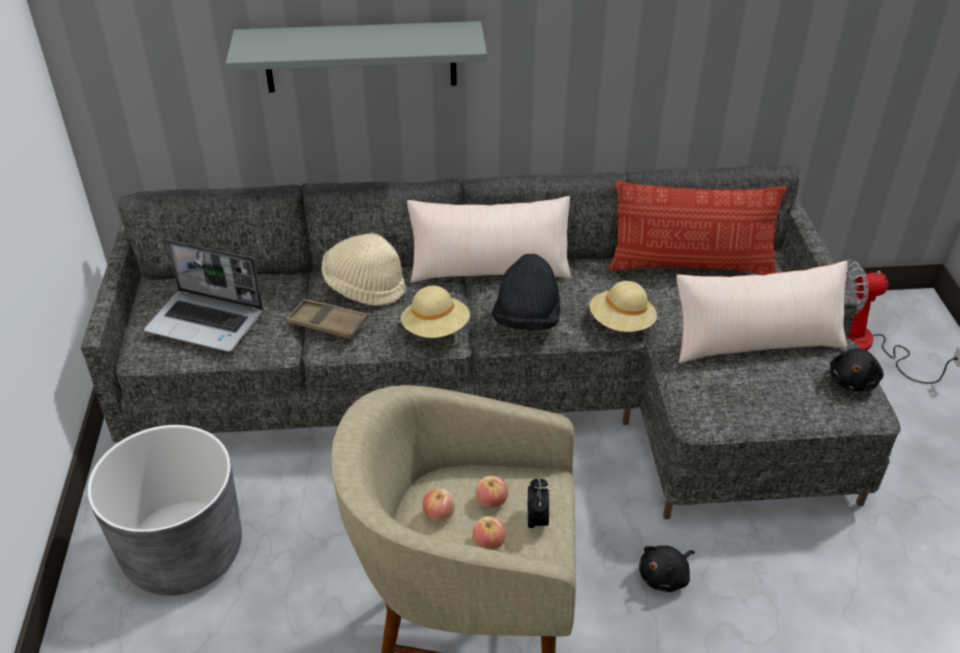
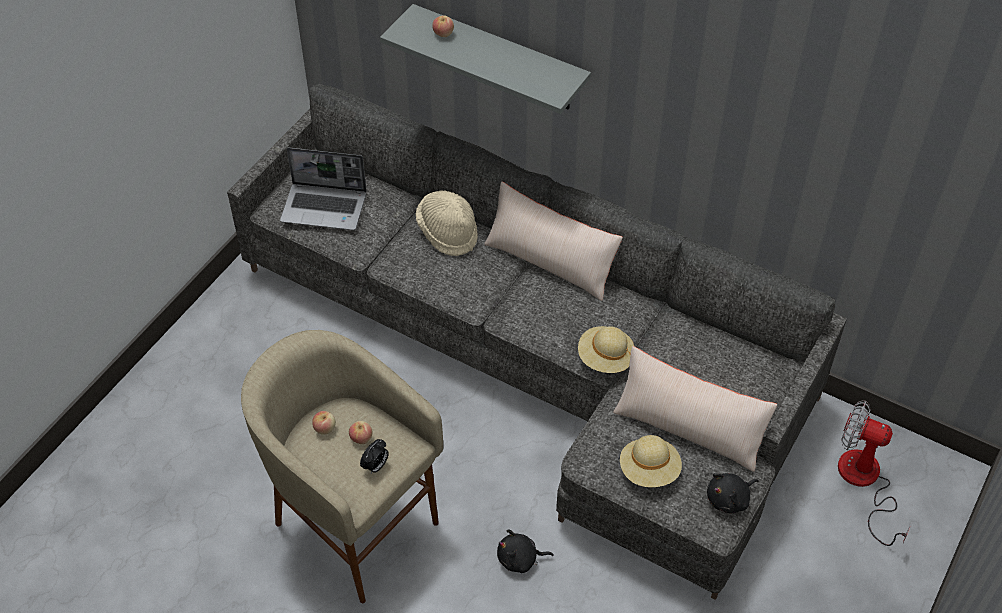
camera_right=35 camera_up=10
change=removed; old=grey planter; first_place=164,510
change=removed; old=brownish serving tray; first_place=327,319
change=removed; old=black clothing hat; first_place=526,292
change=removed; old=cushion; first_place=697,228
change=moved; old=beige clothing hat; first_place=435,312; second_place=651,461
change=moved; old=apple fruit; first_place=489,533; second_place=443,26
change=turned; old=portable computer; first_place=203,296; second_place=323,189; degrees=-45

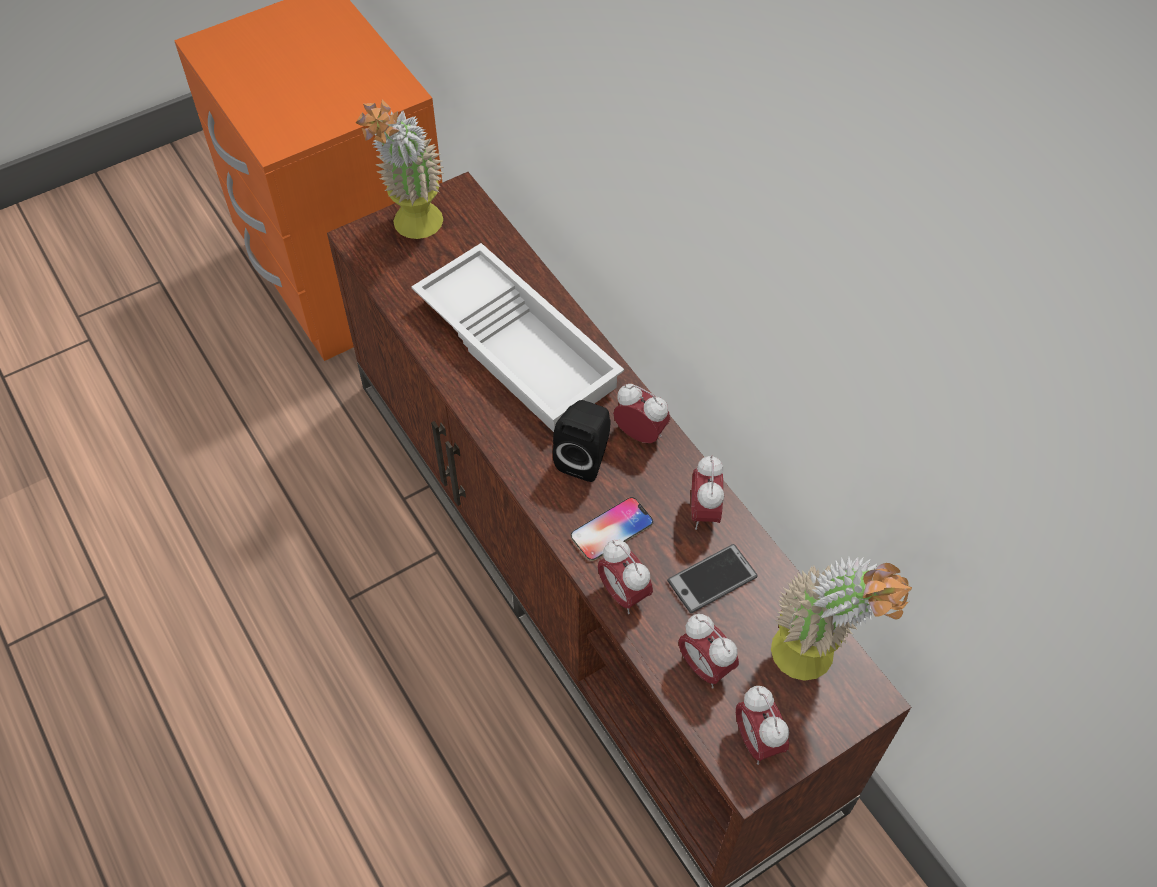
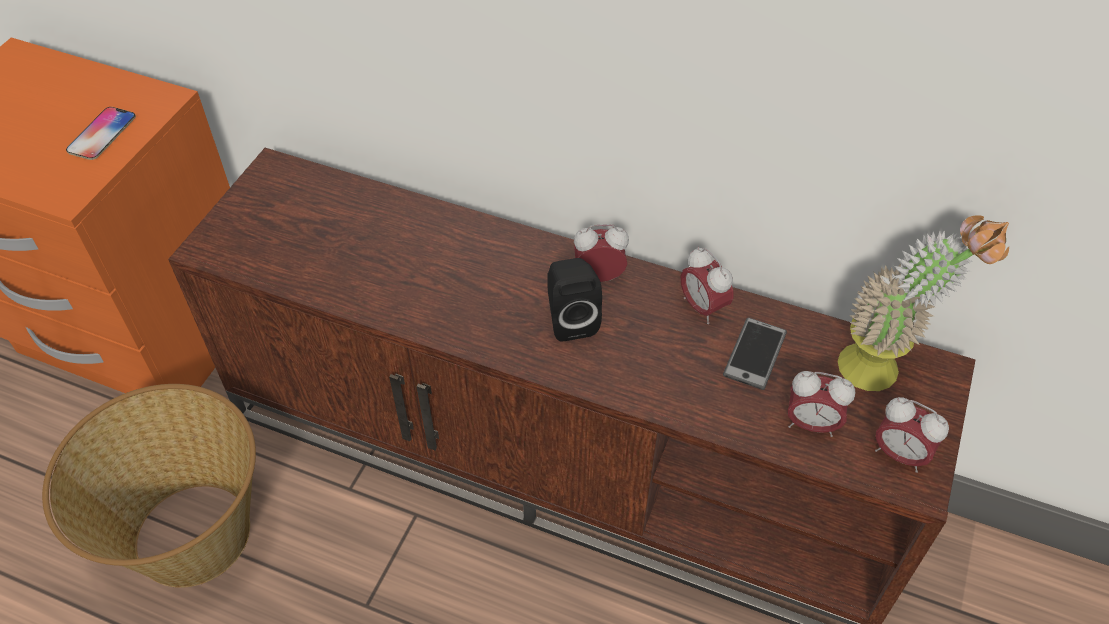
camera_right=-35 camera_up=-5
change=removed; old=potted plant; first_place=400,169
change=removed; old=whitish serving tray; first_place=517,337
change=removed; old=bedside clock; first_place=625,576
change=added; new=storage basket; second_place=149,486
change=moved; old=phone; first_place=612,529; second_place=101,133

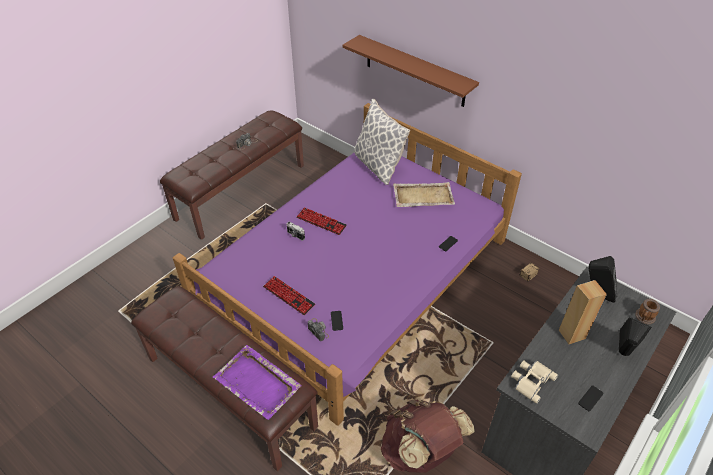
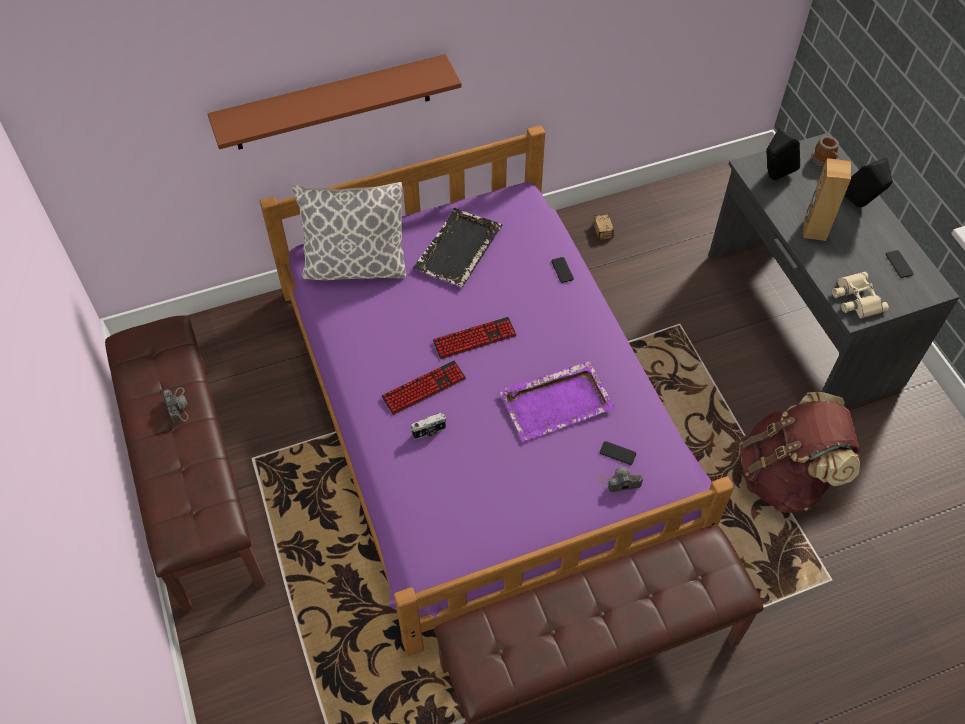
camera_right=-60 camera_up=10
change=moved; old=purplish serving tray; first_place=257,382; second_place=557,401
change=moved; old=computer keyboard; first_place=289,295; second_place=474,338
change=recoloured; old=beige serving tray; new=black serving tray; first_place=424,194; second_place=457,247

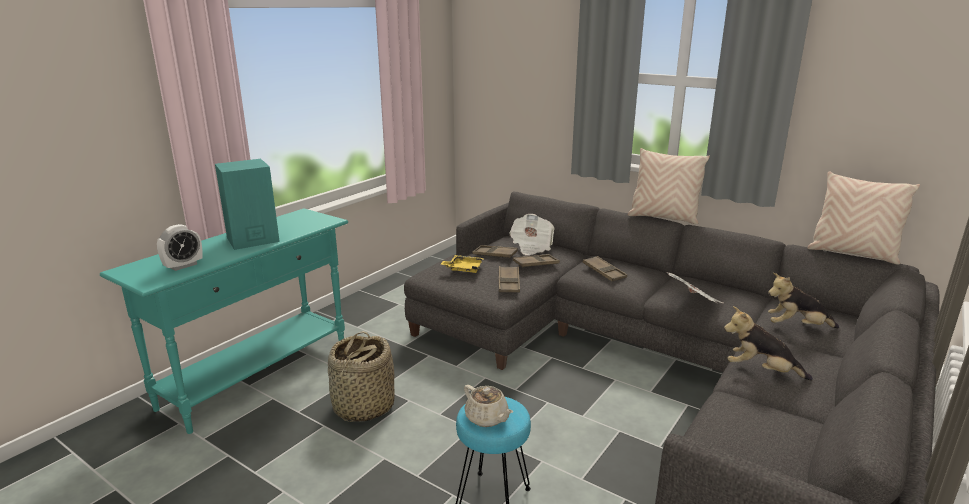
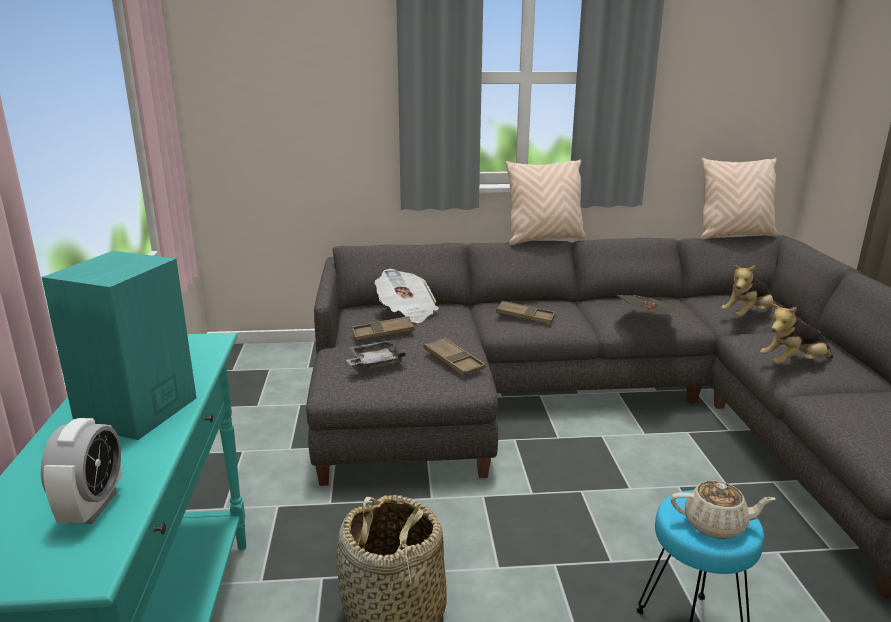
camera_right=-40 camera_up=0
change=removed; old=brownish serving tray; first_place=536,261
change=recoloured; old=yellow-coloured serving tray; new=grey serving tray; first_place=462,264; second_place=376,354

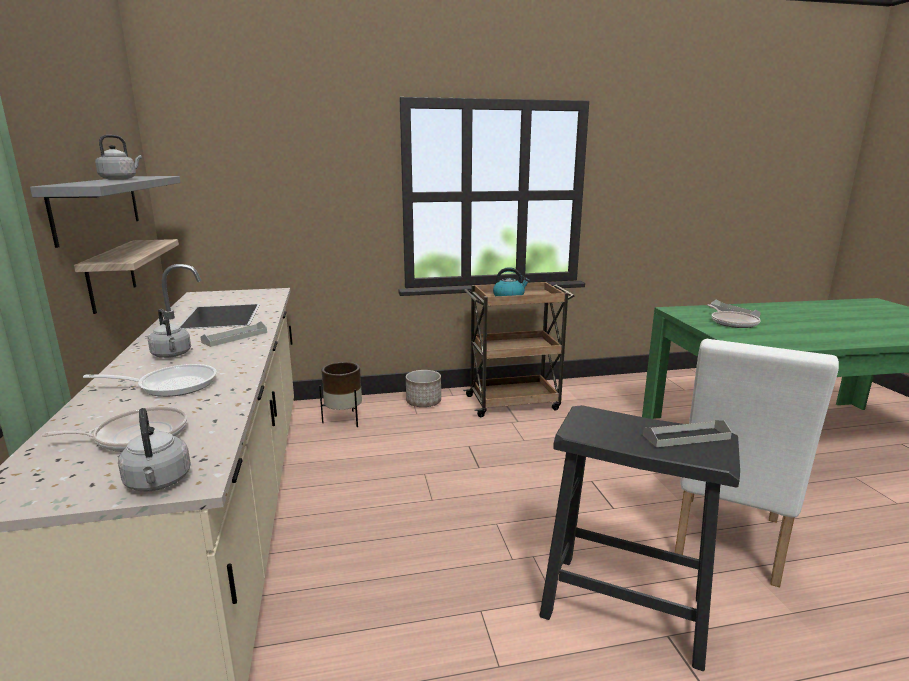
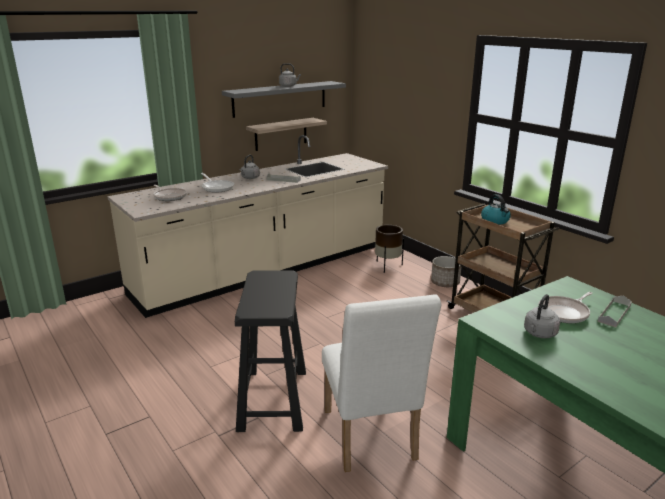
camera_right=65 camera_up=5
change=removed; old=grey serving tray; first_place=687,433
change=moved; old=grey kettle; first_place=154,450; second_place=542,316
change=turned; old=whitish chair; first_place=757,463; second_place=381,383; degrees=-105

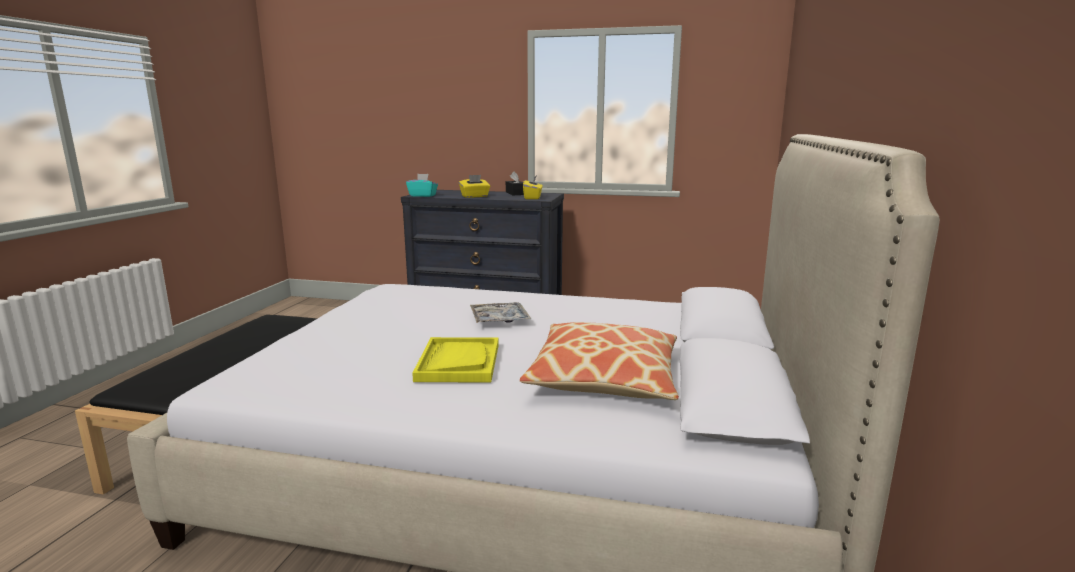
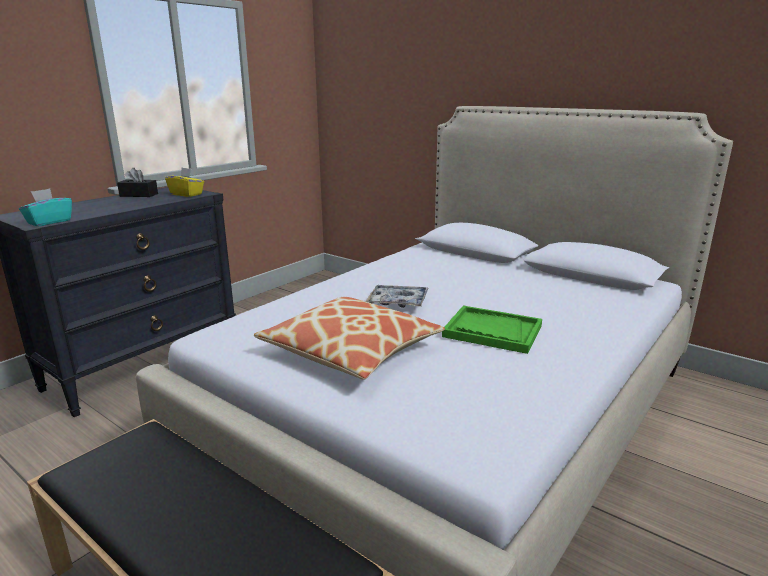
camera_right=-65 camera_up=5
change=removed; old=yellow-coloured box of tissues; first_place=474,186
change=moved; old=cushion; first_place=599,361; second_place=349,338
change=recoloured; old=yellow-coloured serving tray; new=green-coloured serving tray; first_place=455,360; second_place=492,330

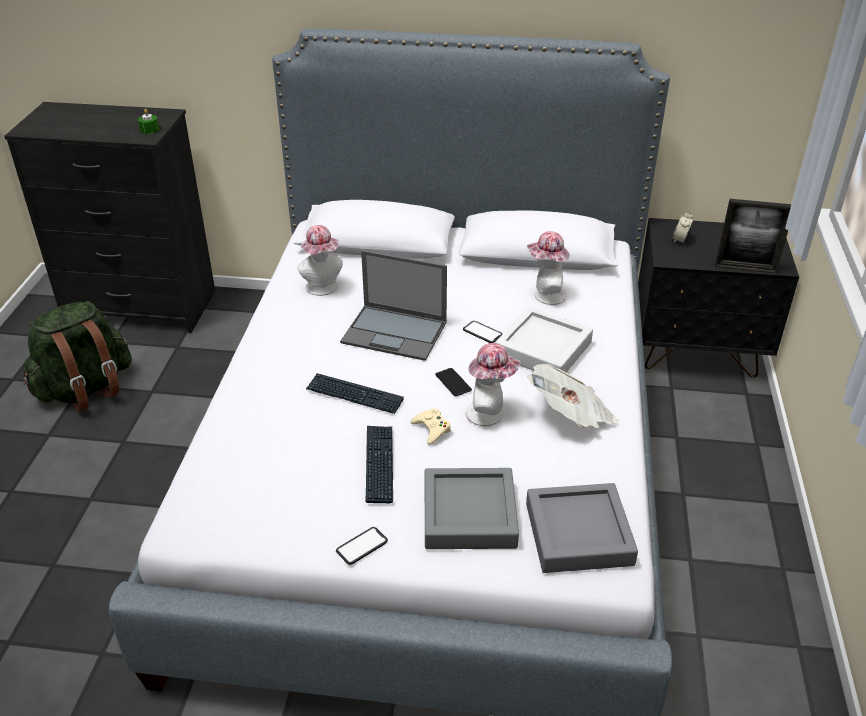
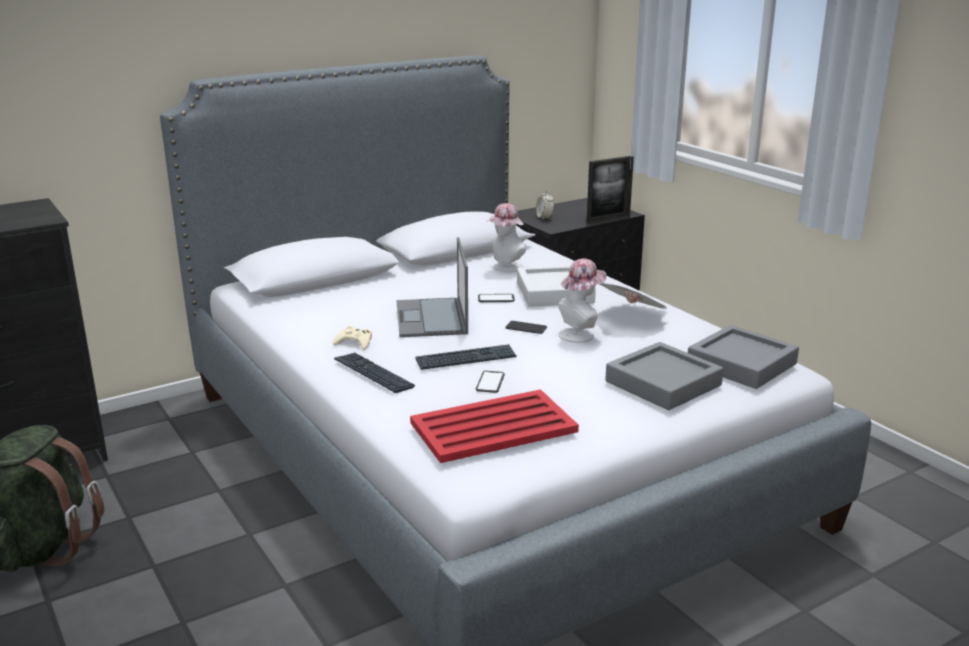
camera_right=-40 camera_up=-15
change=removed; old=green-coloured candle; first_place=148,121
change=removed; old=clothing hat; first_place=320,260
change=added; new=reddish serving tray; second_place=494,426
change=moved; old=phone; first_place=362,546; second_place=490,382
change=moved; old=computer keyboard; first_place=379,464; second_place=374,373
change=moved; old=beige game controller; first_place=430,427; second_place=352,338
change=turned; old=portable computer; first_place=393,305; second_place=432,287; degrees=105

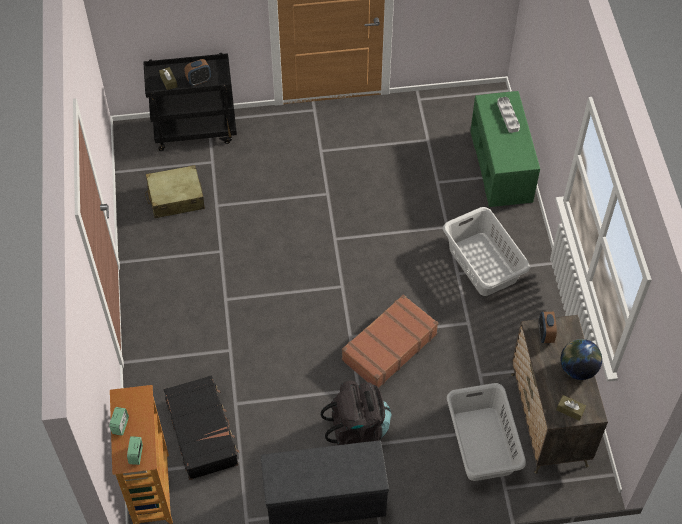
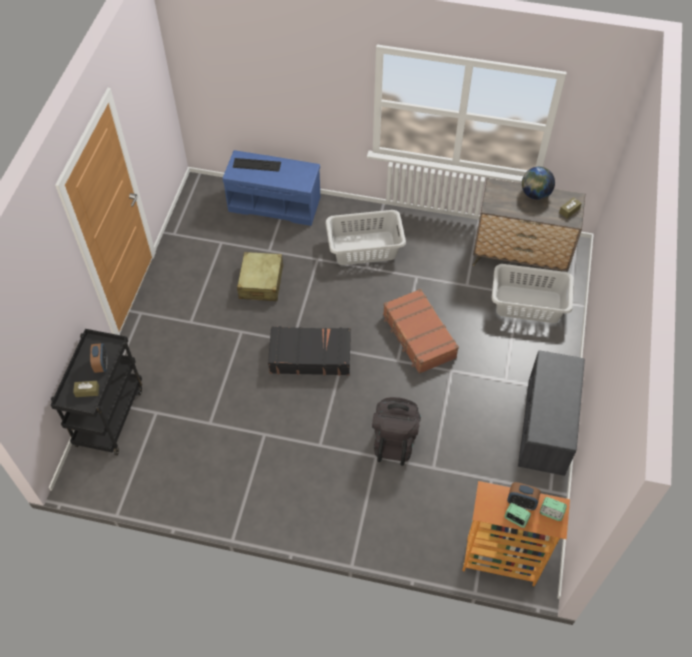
camera_right=-70 camera_up=0
change=moved; old=beige piece of luggage; first_place=175,191; second_place=260,276
change=moved; old=black piece of luggage; first_place=202,427; second_place=309,351
change=moved; old=black backpack; first_place=356,413; second_place=396,431
change=moved; old=bedside clock; first_place=548,327; second_place=524,496
change=replaced; old=grey serving tray; new=computer keyboard; first_place=508,115; second_place=257,165
change=recoloured; old=green-coloured indoor bench; new=blue indoor bench; first_place=505,149; second_place=271,188

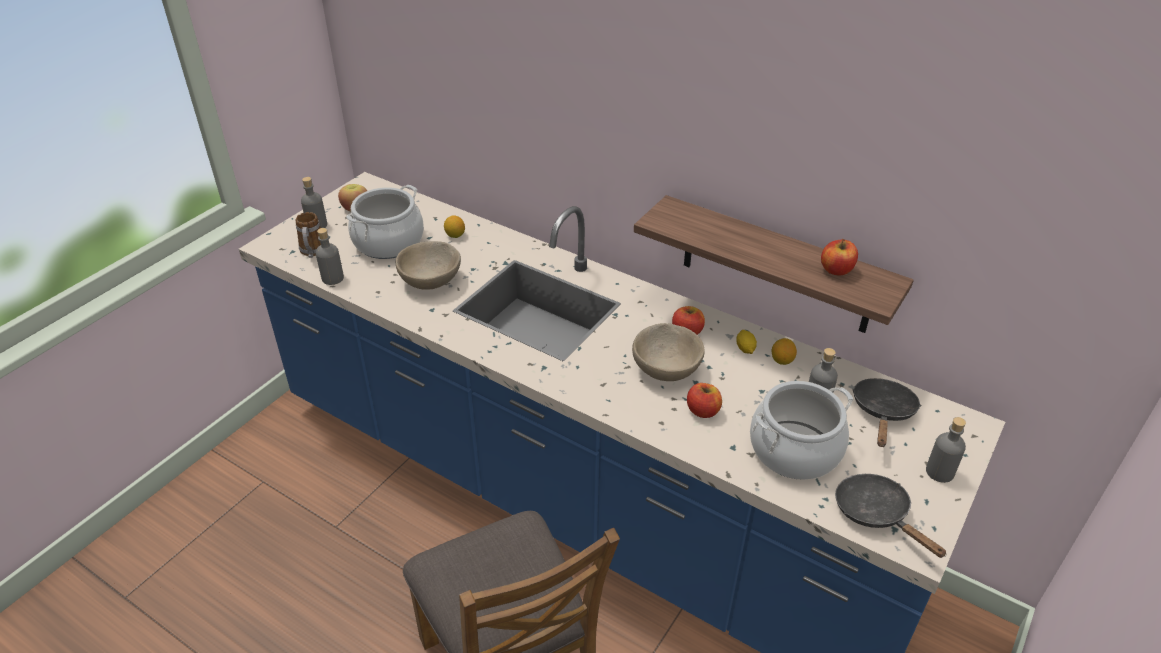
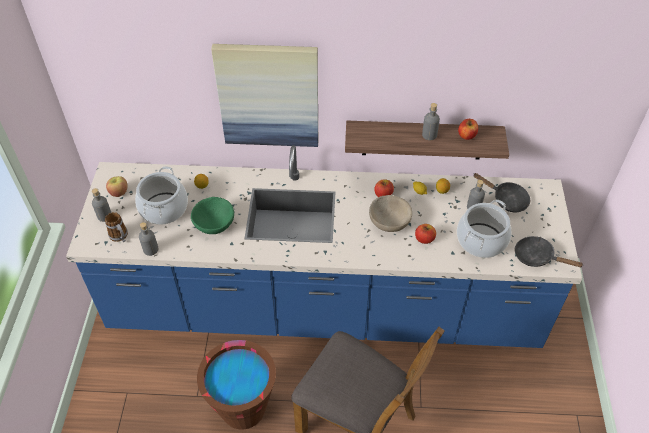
camera_right=-30 camera_up=10
change=added; new=brownish bucket; second_place=236,385
change=added; new=wall picture; second_place=264,95
change=moved; old=grey drink bottle; first_place=946,450; second_place=431,121
change=recoloured; old=beige bowl; new=green-coloured bowl; first_place=428,265; second_place=212,215
change=turned; old=black pan; first_place=886,412; second_place=501,192; degrees=135

